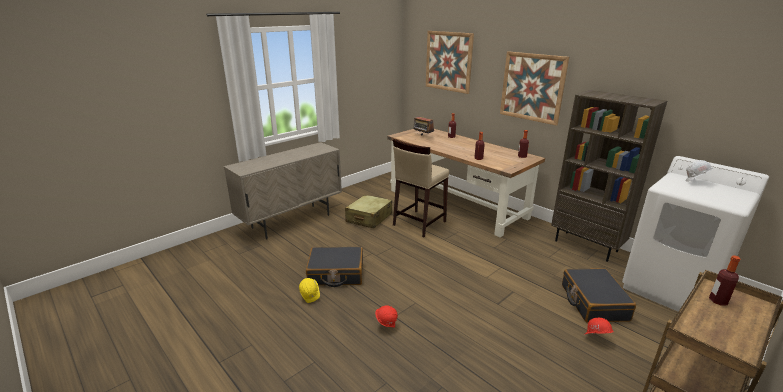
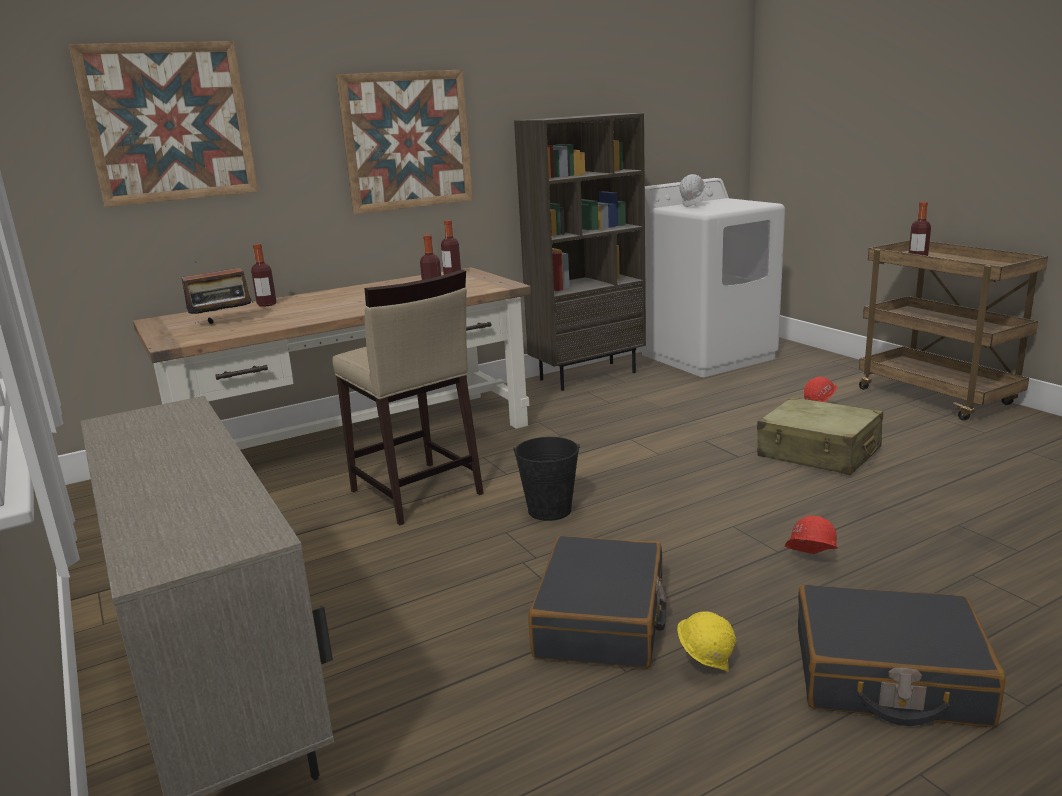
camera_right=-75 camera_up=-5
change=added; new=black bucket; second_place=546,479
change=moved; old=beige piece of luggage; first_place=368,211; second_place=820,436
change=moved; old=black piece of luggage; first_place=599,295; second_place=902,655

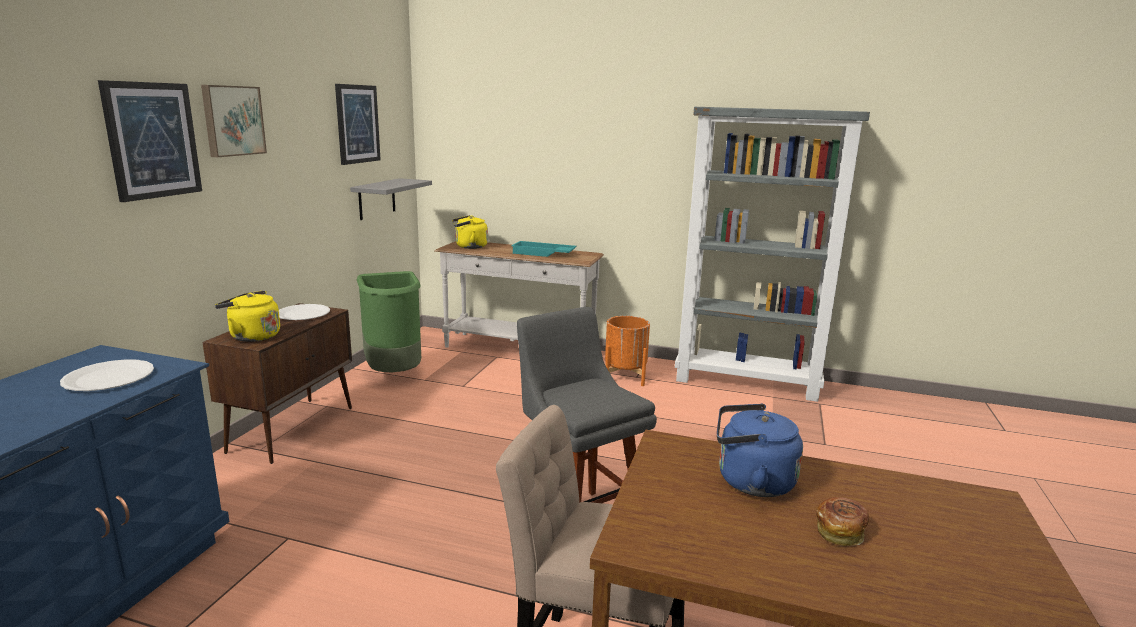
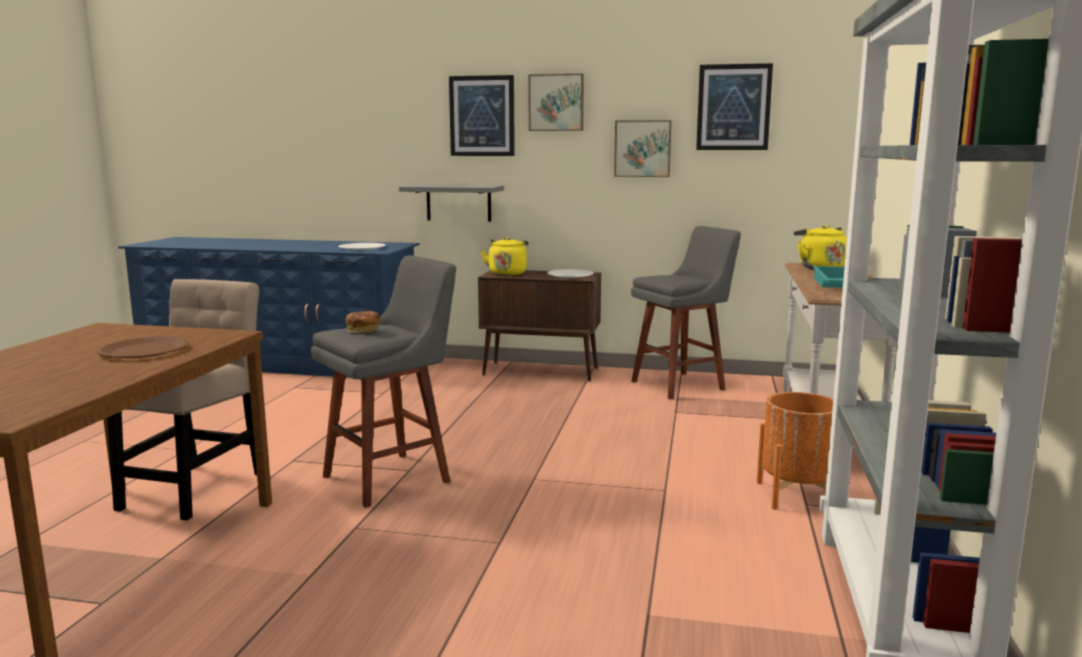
camera_right=85 camera_up=-5
change=added; new=wall picture; second_place=643,148
change=moved; old=grey bracket shelf; first_place=391,199; second_place=451,203
change=moved; old=baked bread; first_place=842,521; second_place=363,322
change=replaced; old=green-coloured trash can; new=grey sitting stool; first_place=389,322; second_place=686,313
change=replaced; old=blue kettle; new=brownish flat dish; first_place=760,450; second_place=142,347

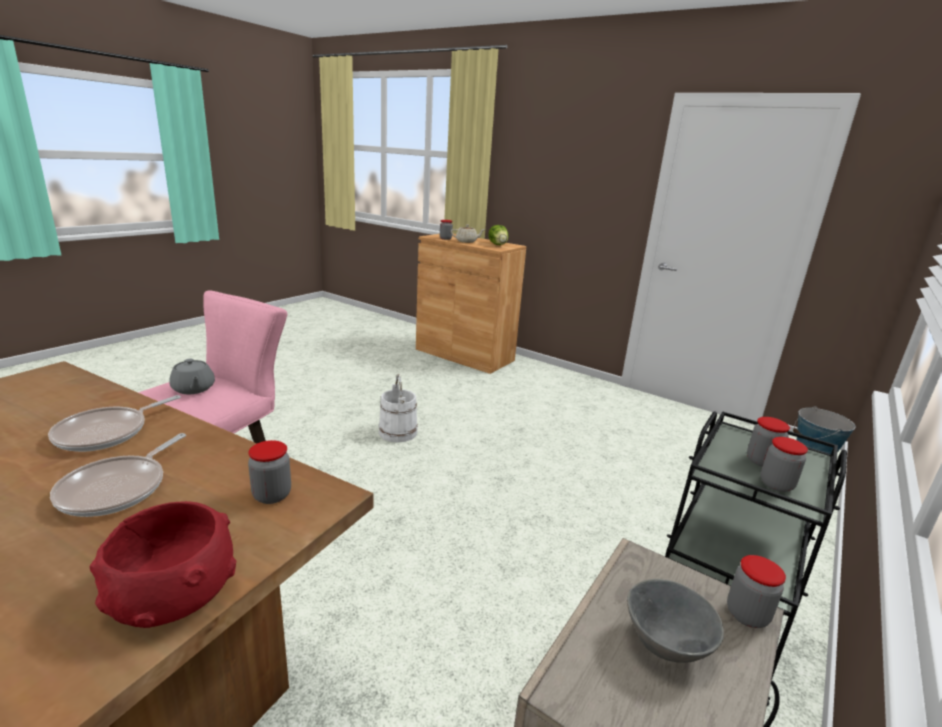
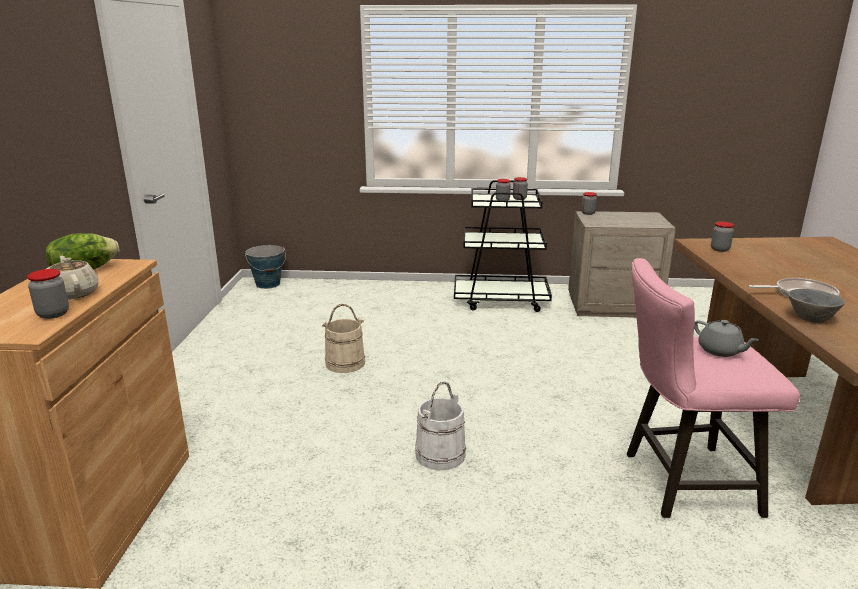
camera_right=-120 camera_up=0
change=removed; old=pan; first_place=118,475
change=removed; old=reddish bowl; first_place=163,564
change=added; new=beige bucket; second_place=343,338
change=moved; old=grey bowl; first_place=675,621; second_place=816,306
change=turned; old=grey teapot; first_place=192,376; second_place=726,338; degrees=120

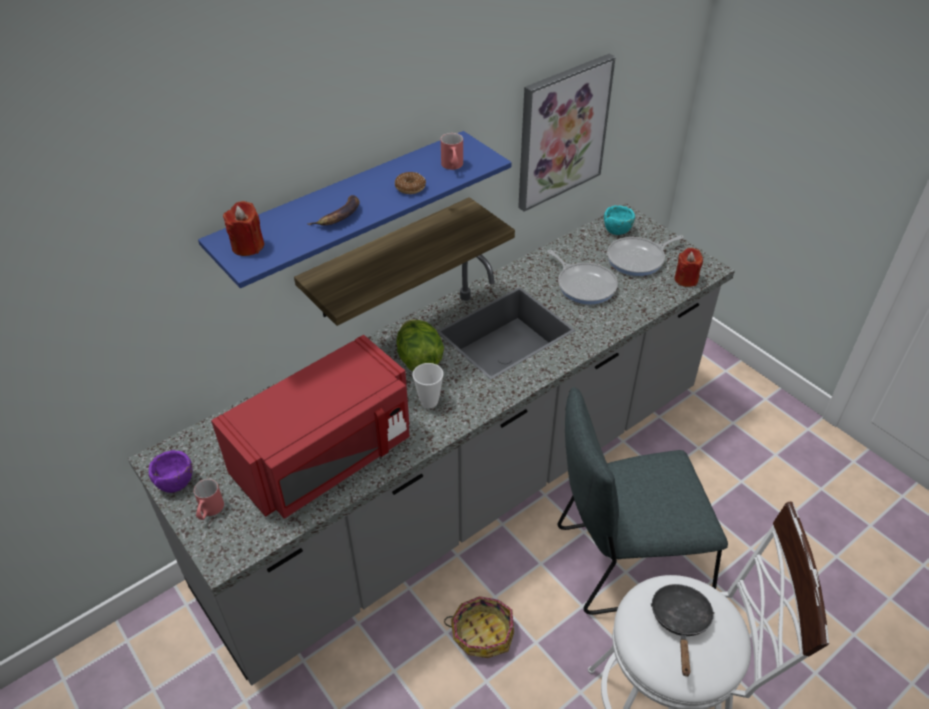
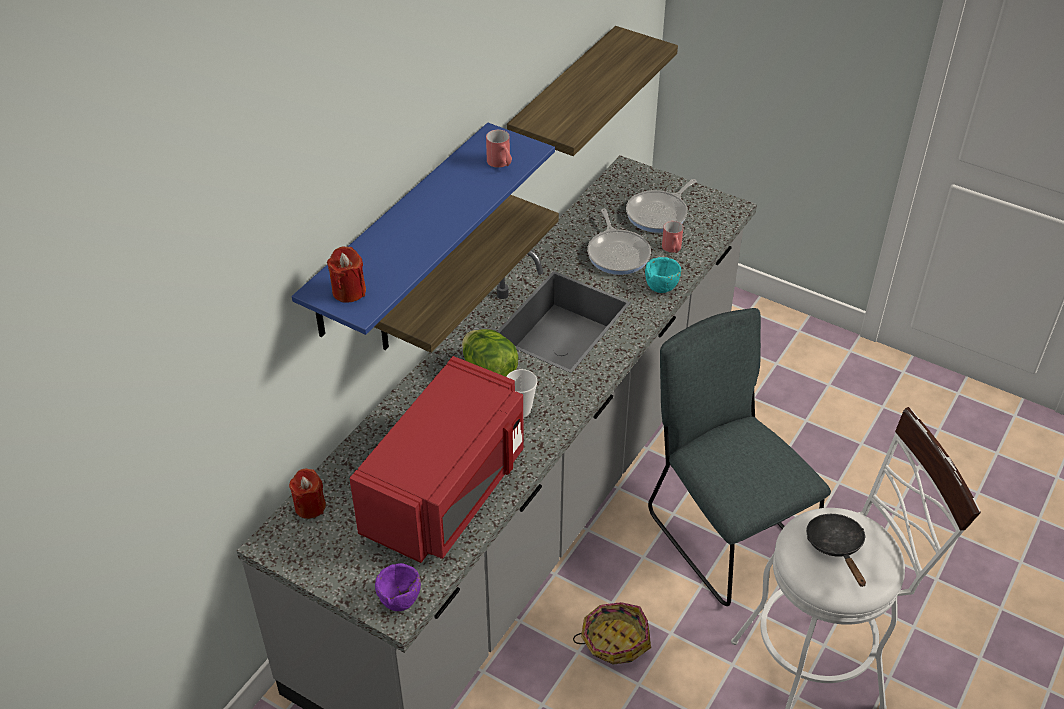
camera_right=-20 camera_up=0
change=removed; old=whole banana; first_place=333,210
change=removed; old=doughnut; first_place=410,183
change=moved; old=purplish bowl; first_place=170,471; second_place=398,587
change=moved; old=reddish tea mug; first_place=209,499; second_place=672,237
change=moved; old=turquoise-coloured bowl; first_place=619,220; second_place=663,275
change=moved; old=reddish candle; first_place=688,267; second_place=307,494
change=replaced; old=wall picture; new=bracket shelf; first_place=567,133; second_place=592,91
change=turned; old=pan; first_place=582,277; second_place=619,242; degrees=45
change=turned; old=grey chair; first_place=643,501; second_place=739,457; degrees=90

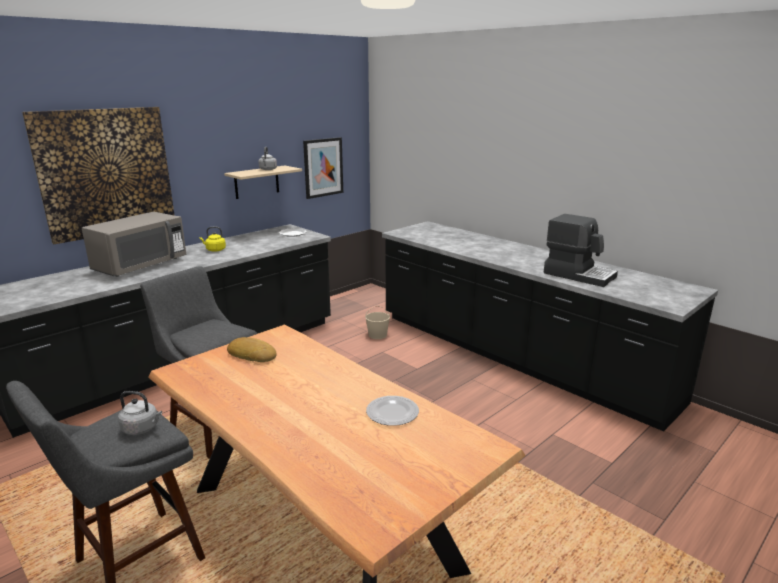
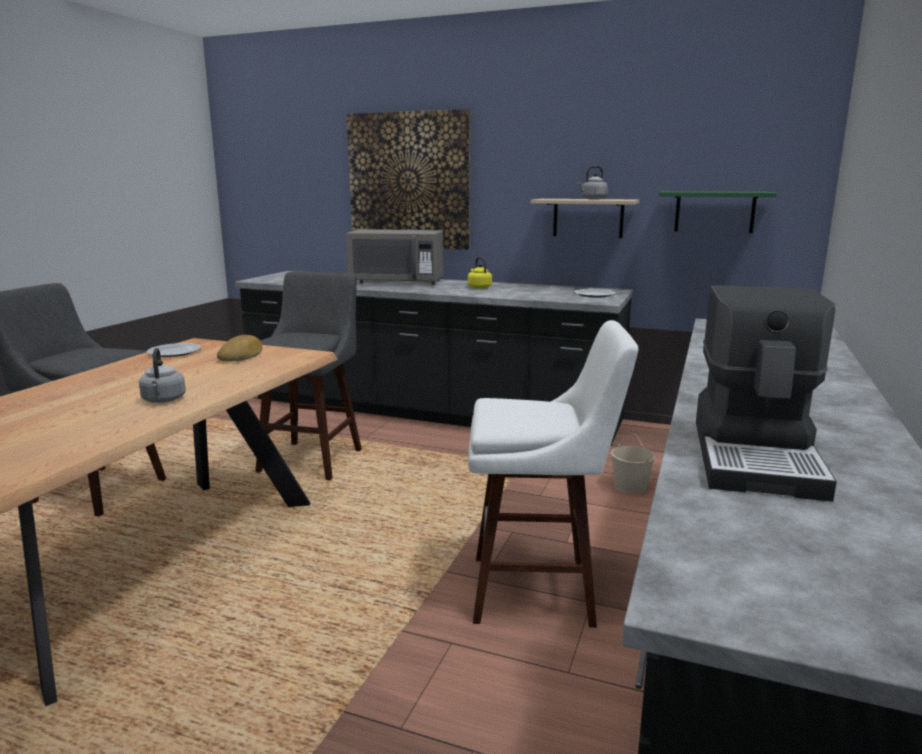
camera_right=65 camera_up=-5
change=added; new=whitish sitting stool; second_place=553,474
change=moved; old=grey kettle; first_place=140,413; second_place=162,375
change=moved; old=flat dish; first_place=392,411; second_place=174,350
change=replaced; old=wall picture; new=green-coloured bracket shelf; first_place=323,168; second_place=717,212

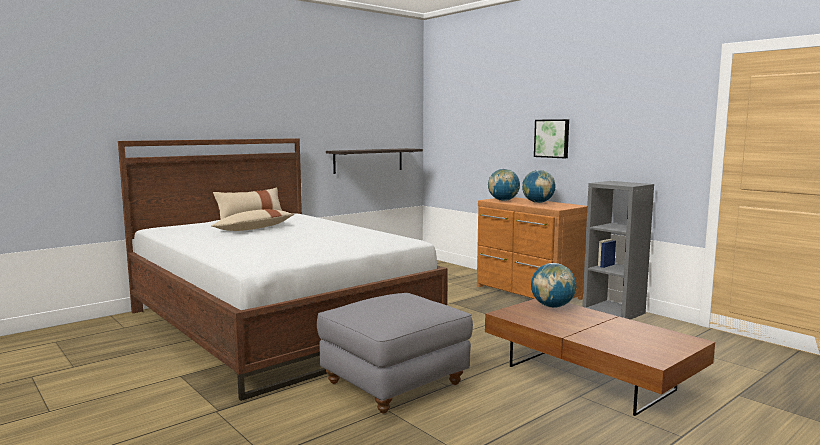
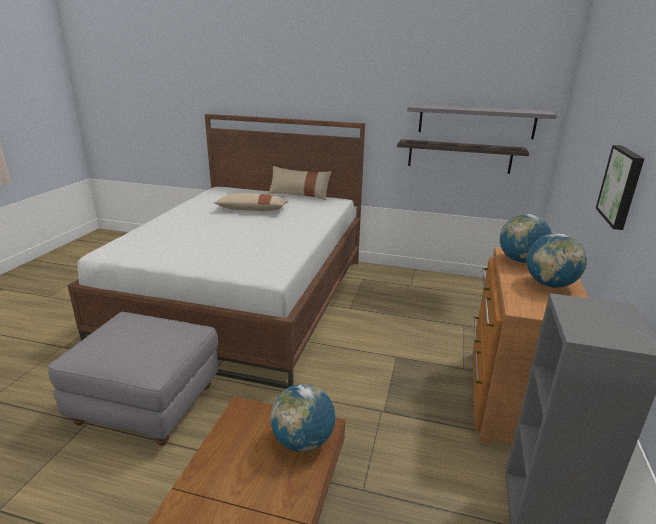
camera_right=55 camera_up=15
change=added; new=grey bracket shelf; second_place=482,121

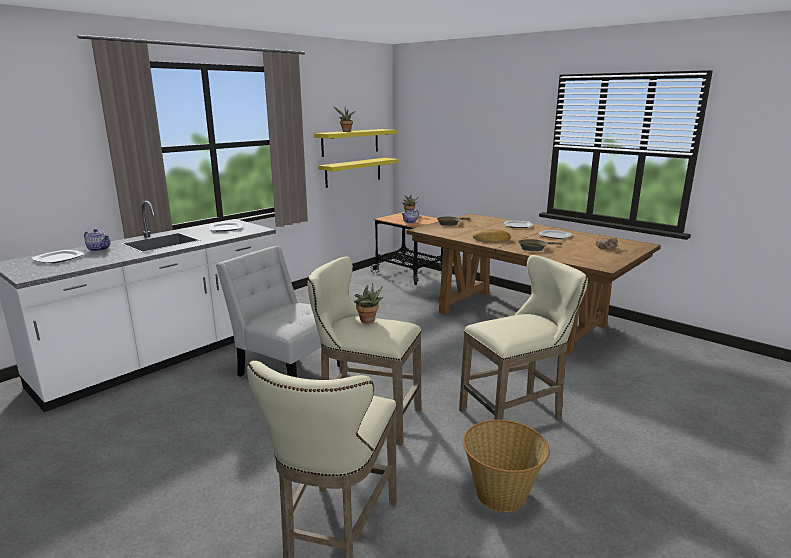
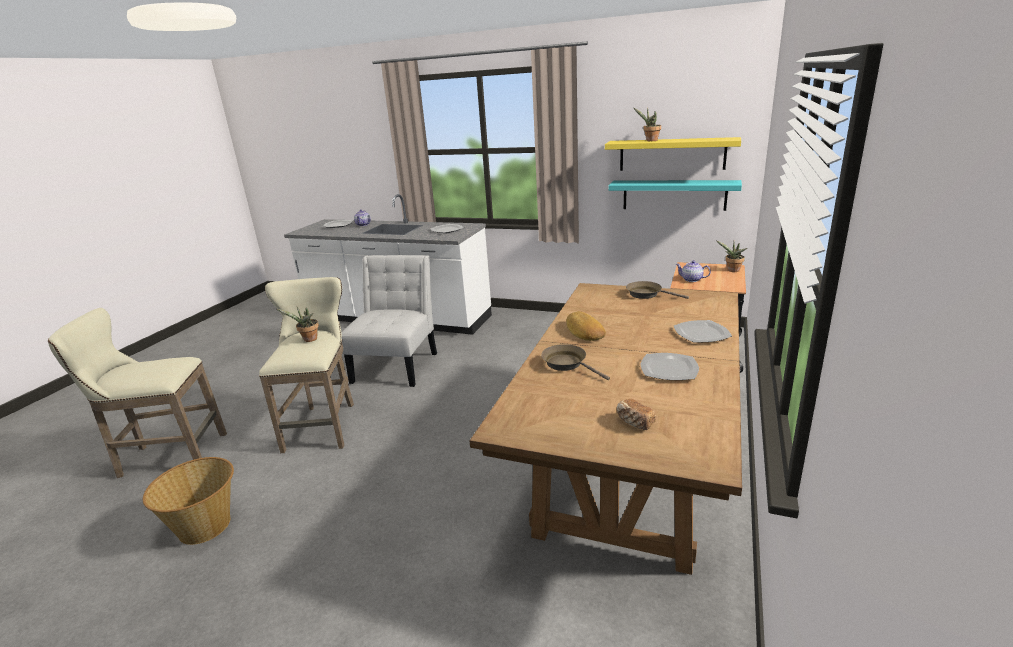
camera_right=70 camera_up=5
change=removed; old=beige sitting stool; first_place=523,337
change=recoloured; old=yellow-coloured bracket shelf; new=turquoise-coloured bracket shelf; first_place=358,173; second_place=675,195

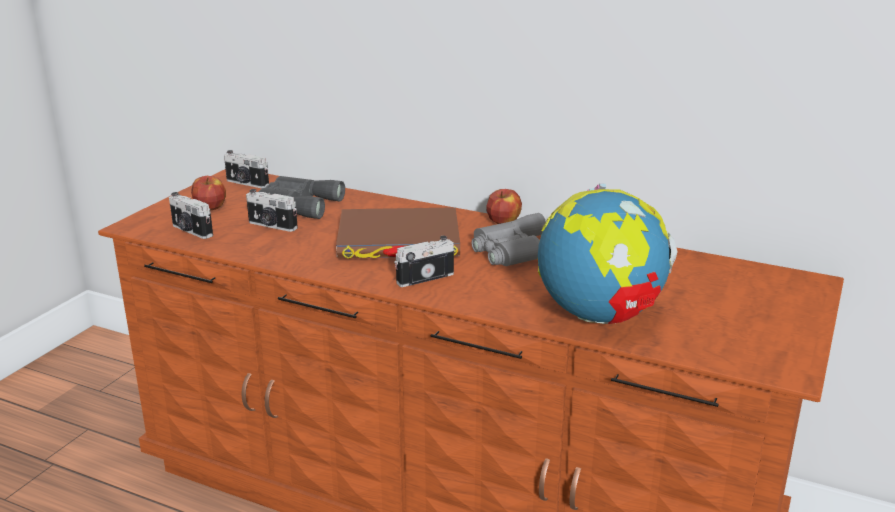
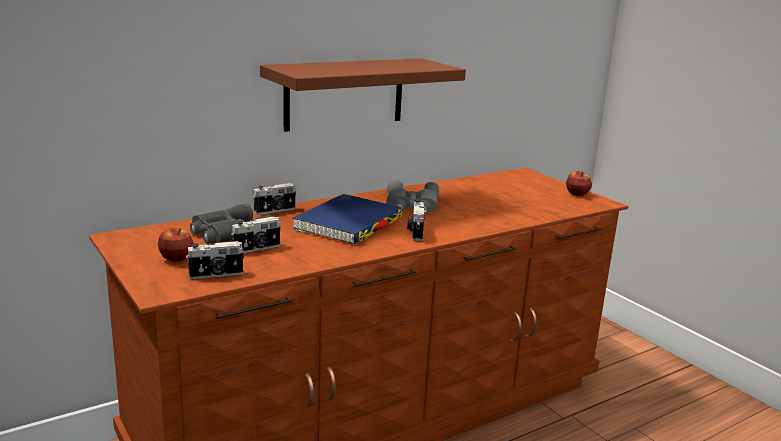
camera_right=-60 camera_up=-5
change=removed; old=globe; first_place=608,253
change=added; new=brownish bracket shelf; second_place=363,95
change=moved; old=still camera; first_place=246,169; second_place=274,199
change=moved; old=apple fruit; first_place=504,206; second_place=579,183
change=recoloured; old=brownish volume; new=blue volume; first_place=398,233; second_place=347,219

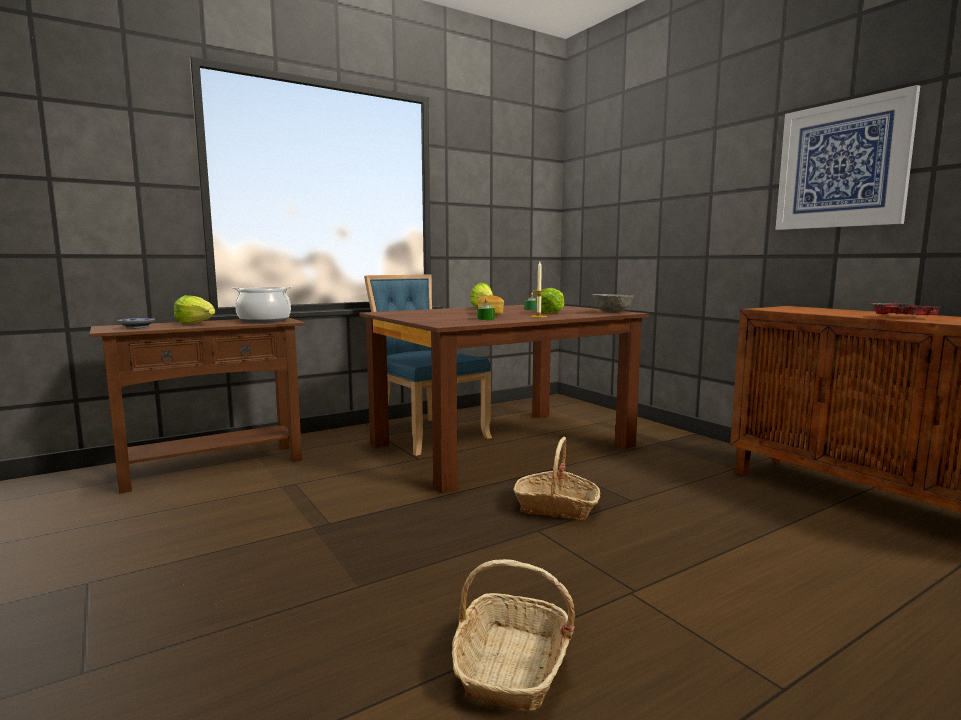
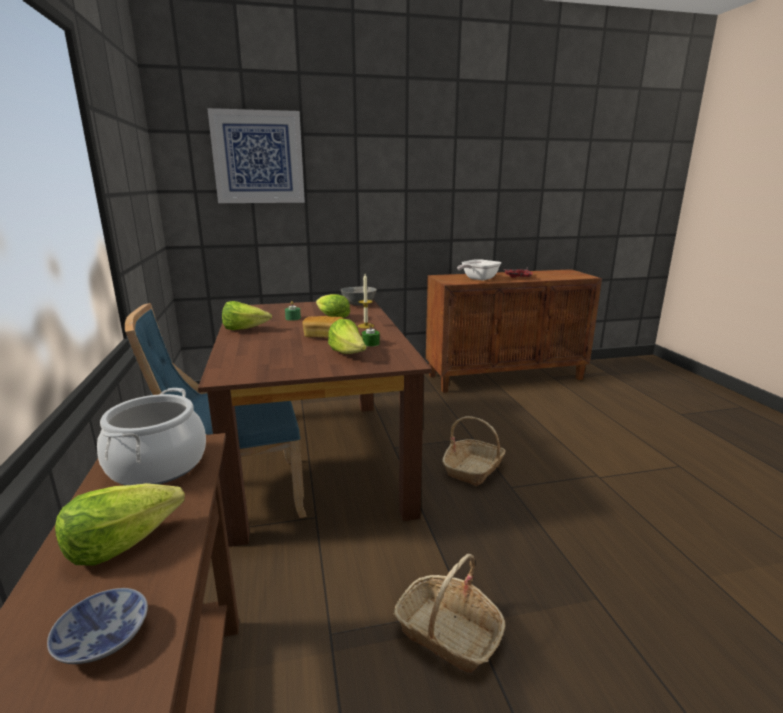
camera_right=-70 camera_up=10
change=added; new=head of lettuce; second_place=347,336
change=added; new=pan; second_place=479,270
change=moved; old=storage basket; first_place=513,635; second_place=449,613
change=moved; old=wall picture; first_place=847,157; second_place=256,155

